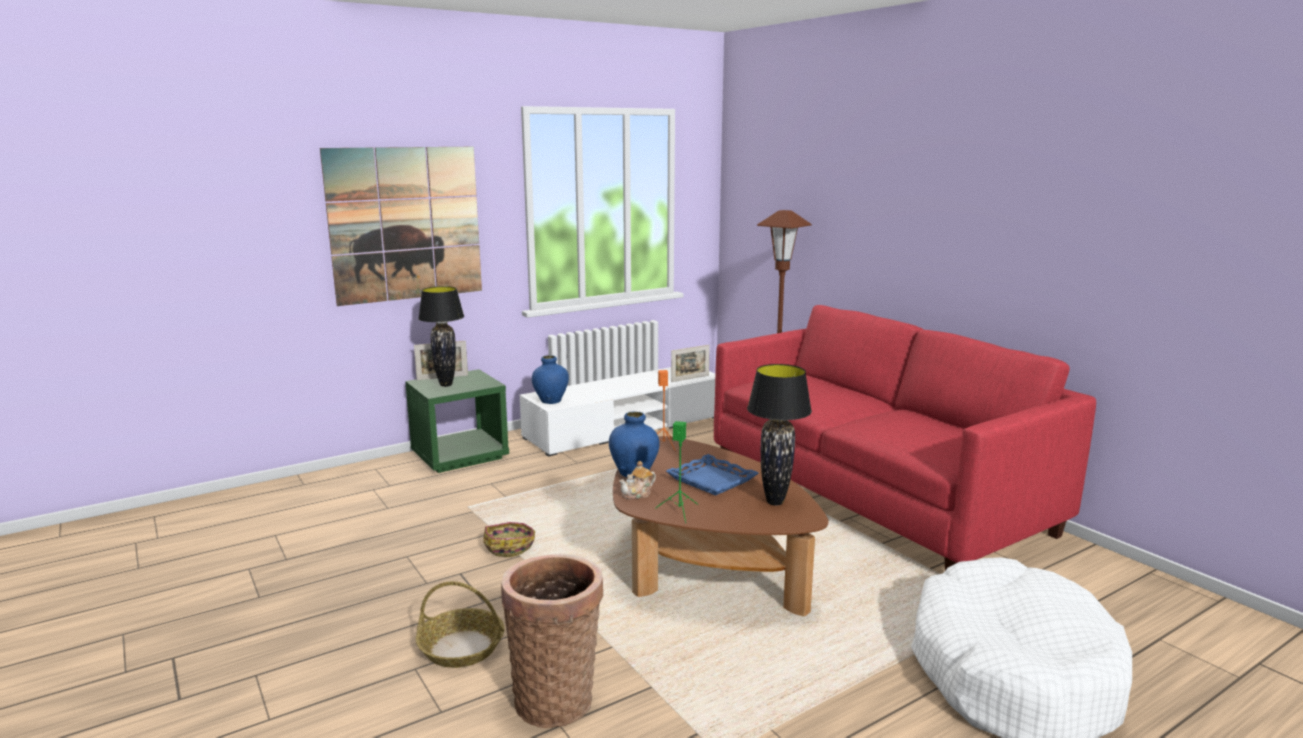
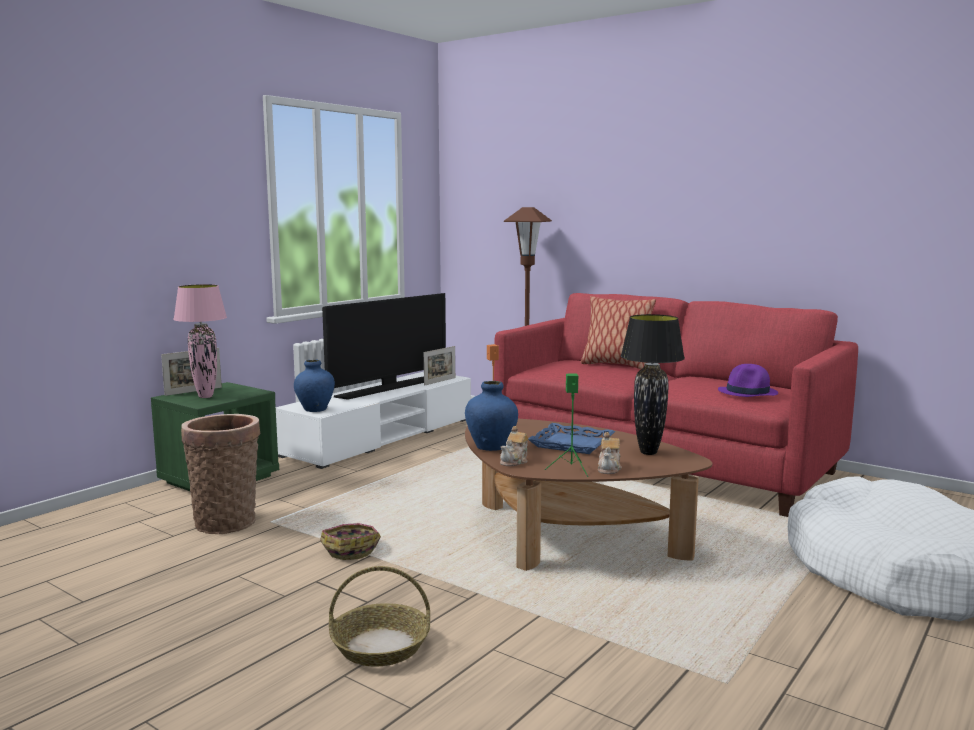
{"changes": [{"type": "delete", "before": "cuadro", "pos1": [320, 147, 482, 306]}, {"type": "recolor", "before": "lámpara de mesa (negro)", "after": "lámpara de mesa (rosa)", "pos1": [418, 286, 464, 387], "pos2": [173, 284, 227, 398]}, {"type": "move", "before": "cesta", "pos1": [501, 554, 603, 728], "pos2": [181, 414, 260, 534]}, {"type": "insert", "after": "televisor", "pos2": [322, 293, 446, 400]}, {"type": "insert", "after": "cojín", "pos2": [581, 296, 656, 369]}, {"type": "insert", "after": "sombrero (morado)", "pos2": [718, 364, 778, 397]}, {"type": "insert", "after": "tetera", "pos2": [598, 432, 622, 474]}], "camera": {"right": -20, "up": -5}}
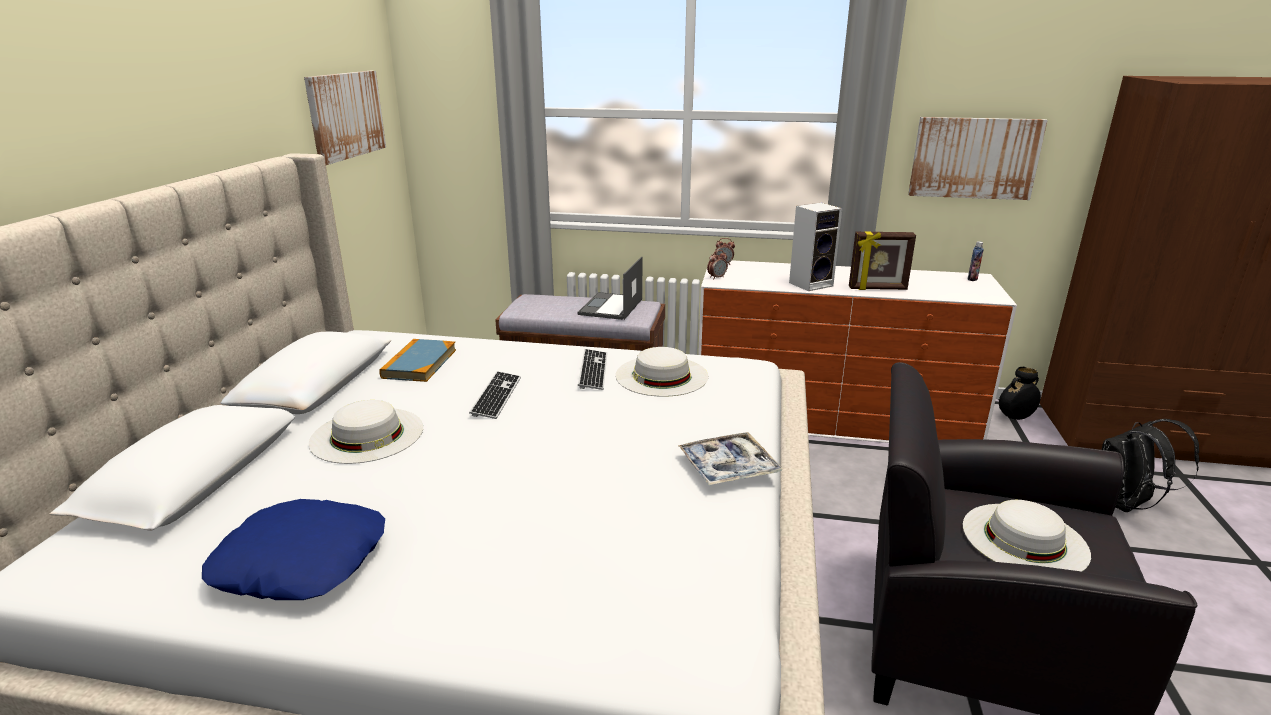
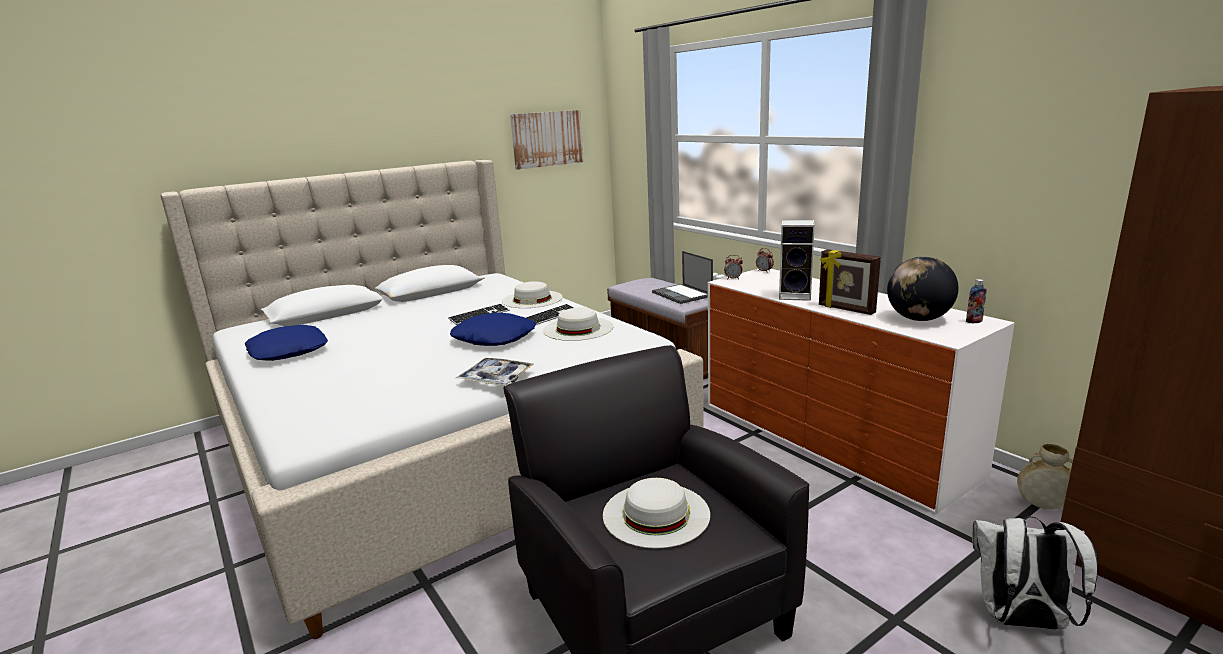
{"changes": [{"type": "delete", "before": "cuadro", "pos1": [908, 117, 1048, 200]}, {"type": "rotate", "before": "portátil", "pos1": [578, 256, 642, 320], "pos2": [652, 251, 713, 304], "turn": -90}, {"type": "delete", "before": "libro", "pos1": [379, 339, 456, 382]}, {"type": "recolor", "before": "florero (negro)", "after": "florero (beis)", "pos1": [999, 367, 1041, 420], "pos2": [1017, 444, 1073, 509]}, {"type": "move", "before": "sombrero (blanco)", "pos1": [309, 400, 423, 464], "pos2": [502, 281, 563, 308]}, {"type": "recolor", "before": "mochila (negro)", "after": "mochila (blanco)", "pos1": [1101, 419, 1199, 512], "pos2": [972, 516, 1098, 630]}, {"type": "insert", "after": "globo terráqueo", "pos2": [887, 257, 958, 321]}, {"type": "insert", "after": "cojín (azul)", "pos2": [450, 313, 536, 346]}], "camera": {"right": 45, "up": -5}}
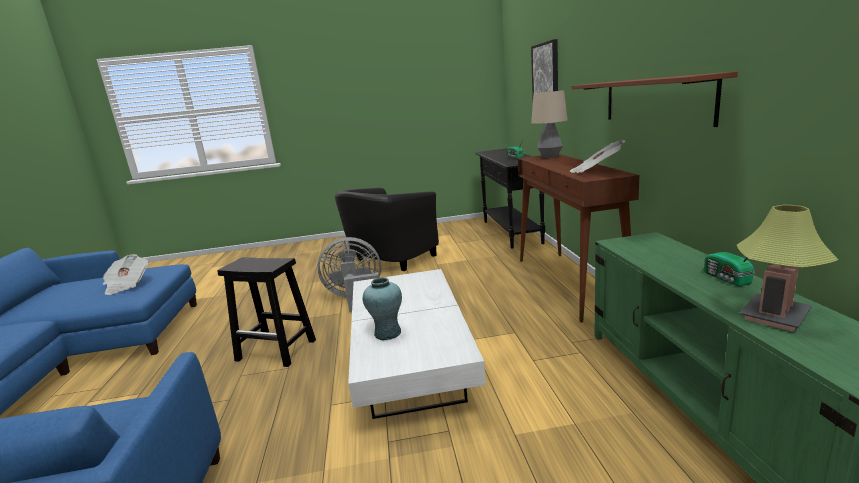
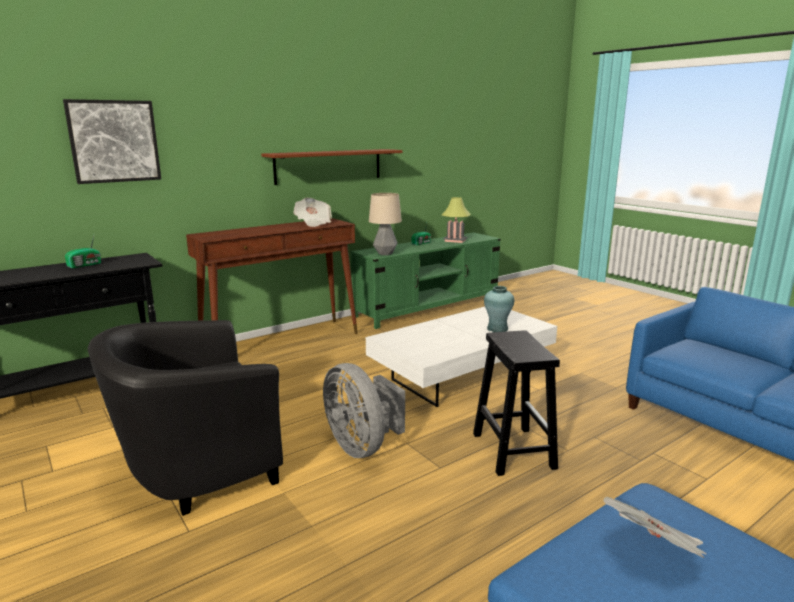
{"changes": [{"type": "move", "before": "lámpara de mesa", "pos1": [531, 90, 568, 158], "pos2": [369, 193, 402, 255]}, {"type": "rotate", "before": "sillón (negro)", "pos1": [335, 187, 439, 271], "pos2": [88, 320, 283, 516], "turn": 135}], "camera": {"right": -120, "up": 0}}
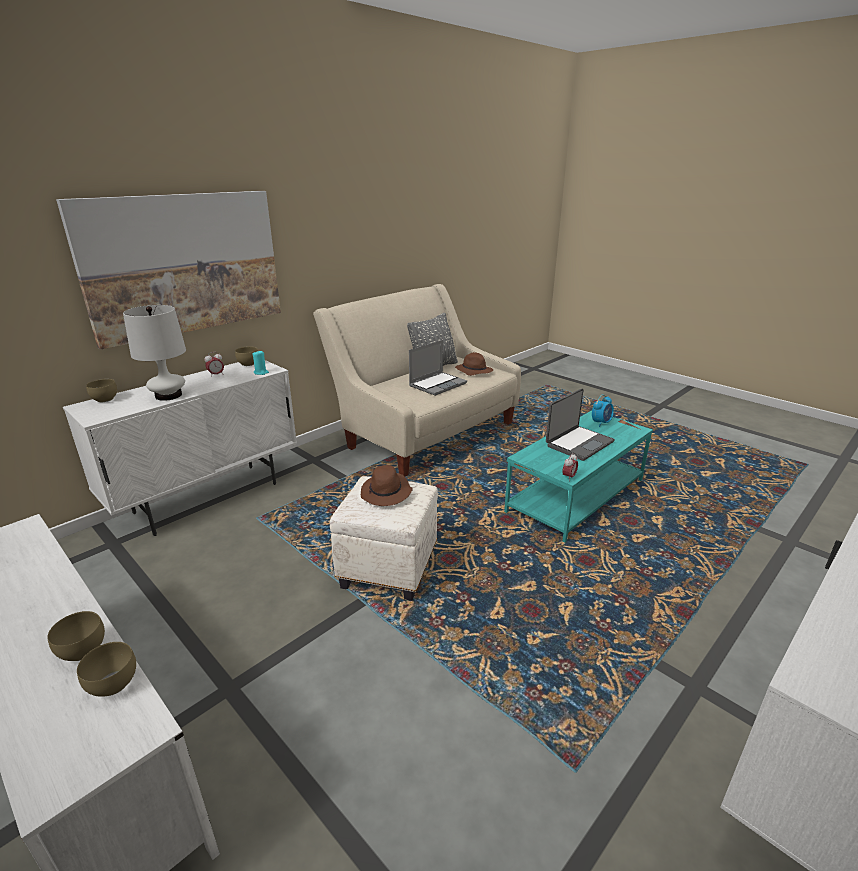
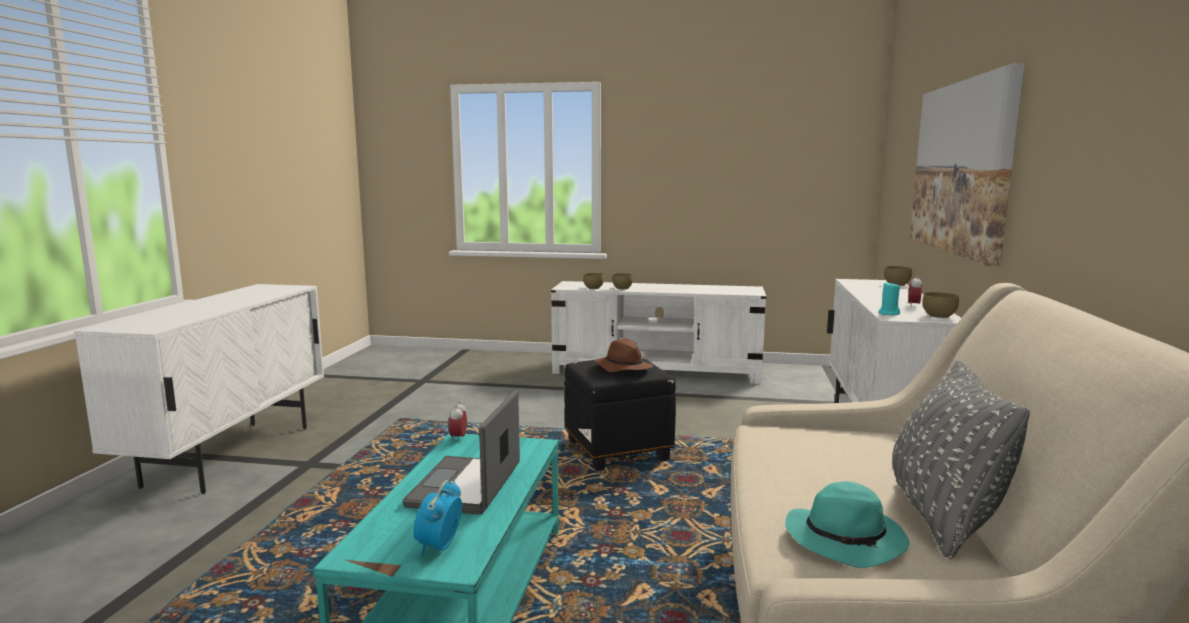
{"changes": [{"type": "delete", "before": "lámpara de mesa (blanco)", "pos1": [123, 305, 186, 401]}, {"type": "delete", "before": "portátil", "pos1": [409, 340, 467, 396]}, {"type": "recolor", "before": "sombrero (marrón)", "after": "sombrero (turquesa)", "pos1": [455, 352, 493, 376], "pos2": [785, 481, 910, 568]}, {"type": "recolor", "before": "puf (blanco)", "after": "puf (negro)", "pos1": [330, 476, 438, 601], "pos2": [564, 357, 676, 471]}], "camera": {"right": 145, "up": -15}}
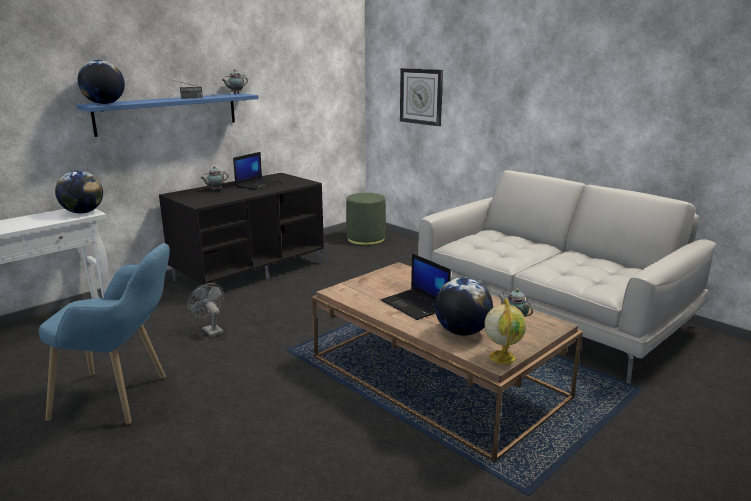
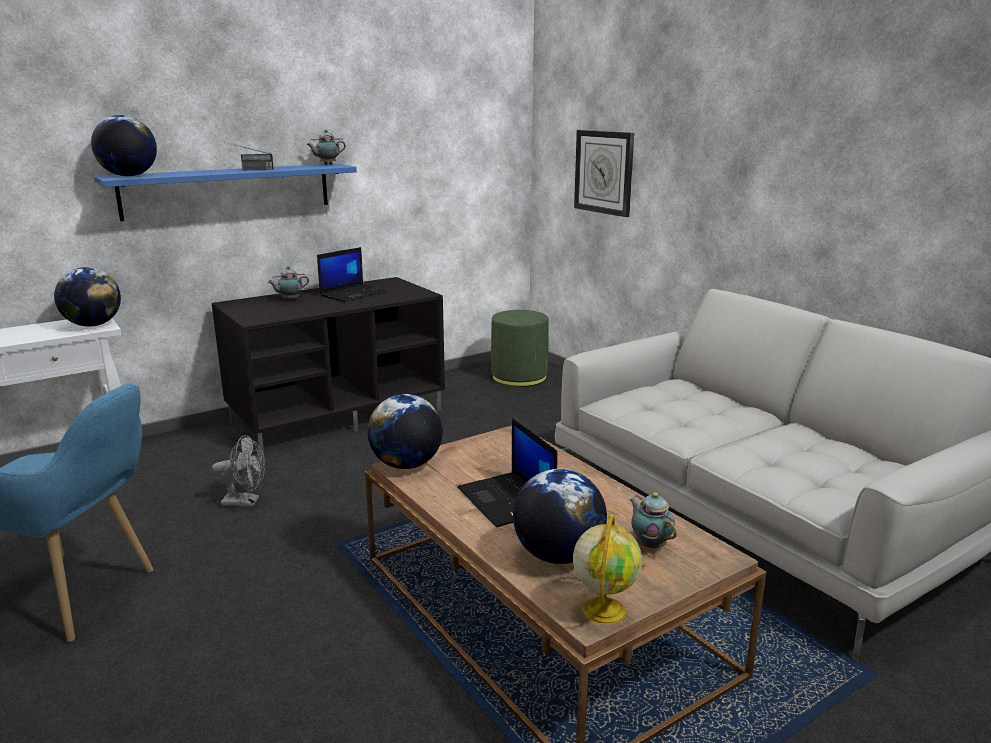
{"changes": [{"type": "rotate", "before": "ventilador (gris)", "pos1": [187, 283, 225, 337], "pos2": [212, 435, 265, 507], "turn": 120}, {"type": "insert", "after": "globo terráqueo", "pos2": [367, 394, 443, 469]}], "camera": {"right": 10, "up": 0}}
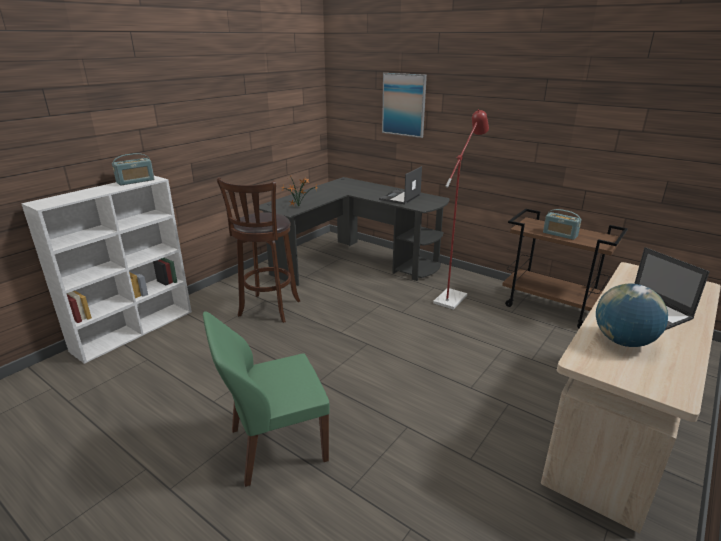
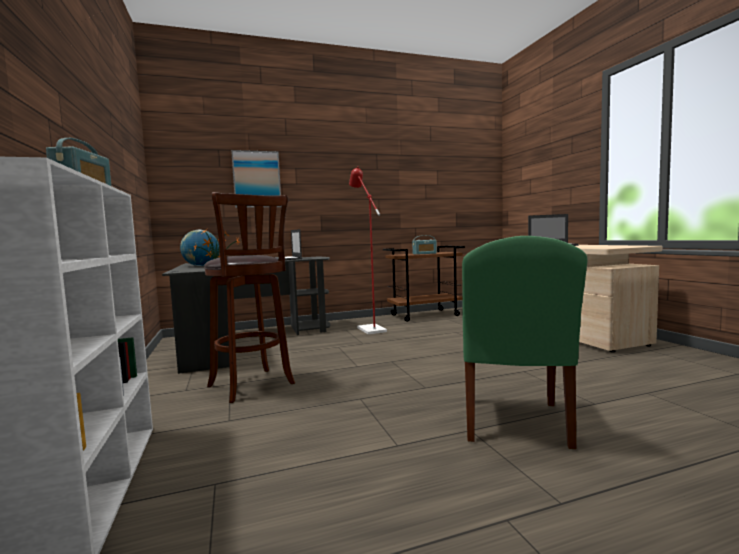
{"changes": [{"type": "move", "before": "globo terráqueo", "pos1": [596, 284, 668, 347], "pos2": [180, 230, 219, 266]}], "camera": {"right": -55, "up": -20}}
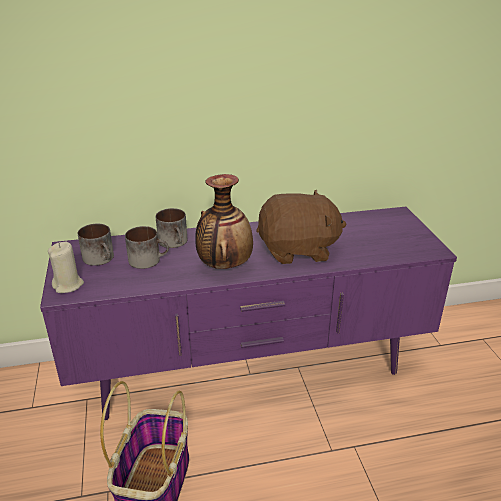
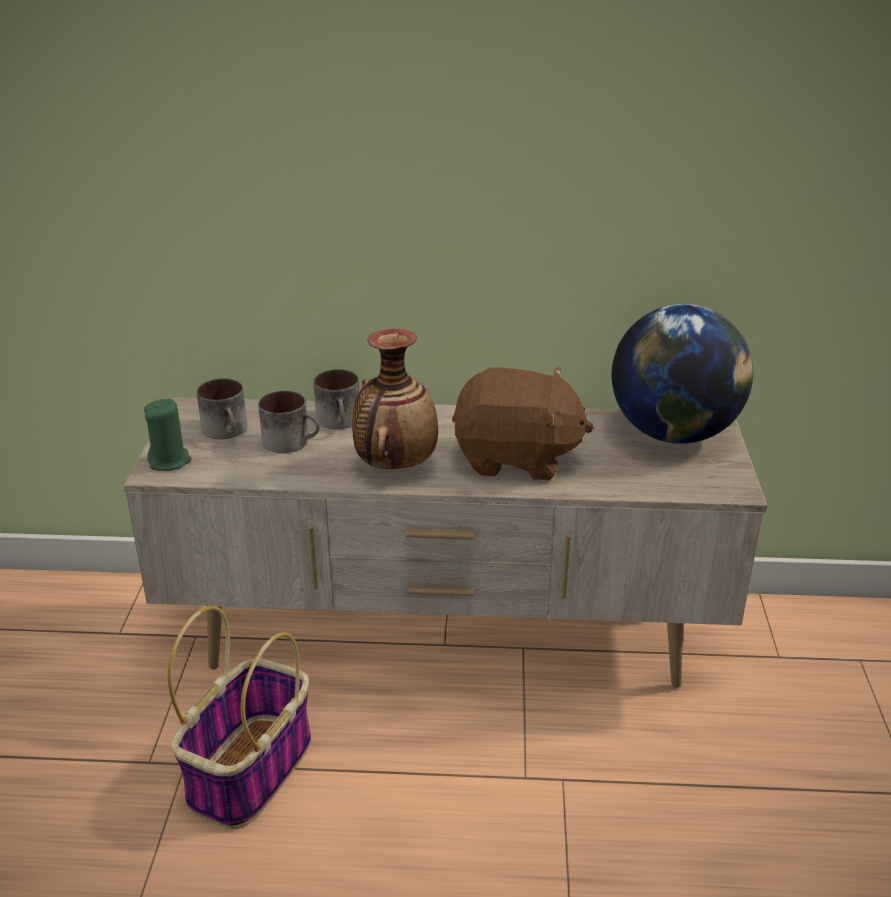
{"changes": [{"type": "recolor", "before": "mueble de televisión (morado)", "after": "mueble de televisión (beis)", "pos1": [40, 207, 457, 420], "pos2": [123, 397, 767, 688]}, {"type": "recolor", "before": "vela (beis)", "after": "vela (verde)", "pos1": [48, 242, 84, 293], "pos2": [144, 399, 191, 471]}, {"type": "insert", "after": "globo terráqueo", "pos2": [612, 304, 753, 444]}], "camera": {"right": 15, "up": 0}}
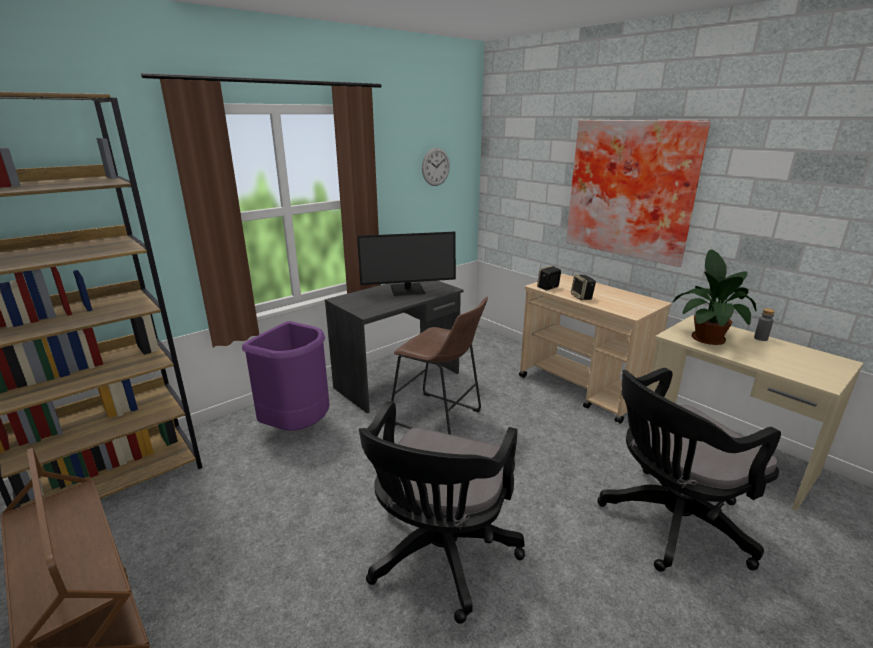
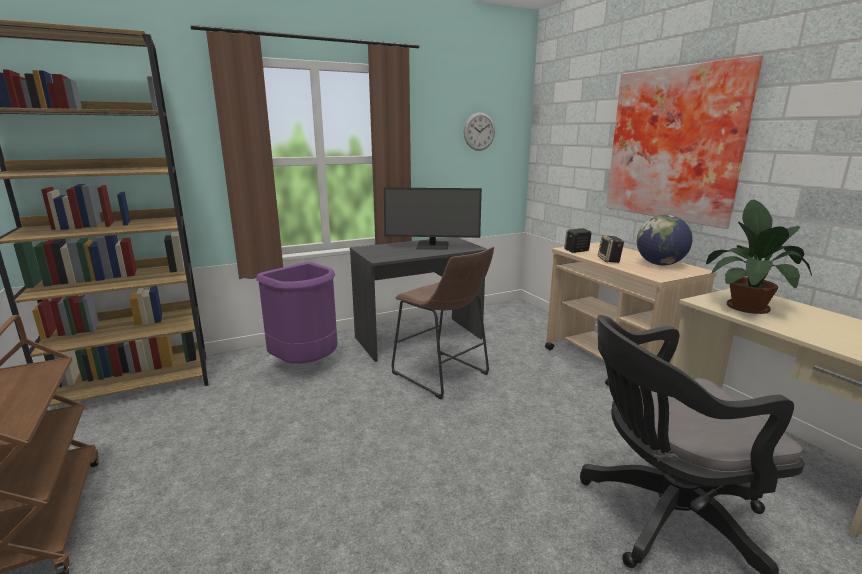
{"changes": [{"type": "delete", "before": "botella (gris)", "pos1": [754, 308, 775, 341]}, {"type": "delete", "before": "silla de oficina (negro)", "pos1": [359, 401, 525, 624]}, {"type": "insert", "after": "globo terráqueo", "pos2": [637, 215, 693, 265]}], "camera": {"right": 15, "up": -5}}
